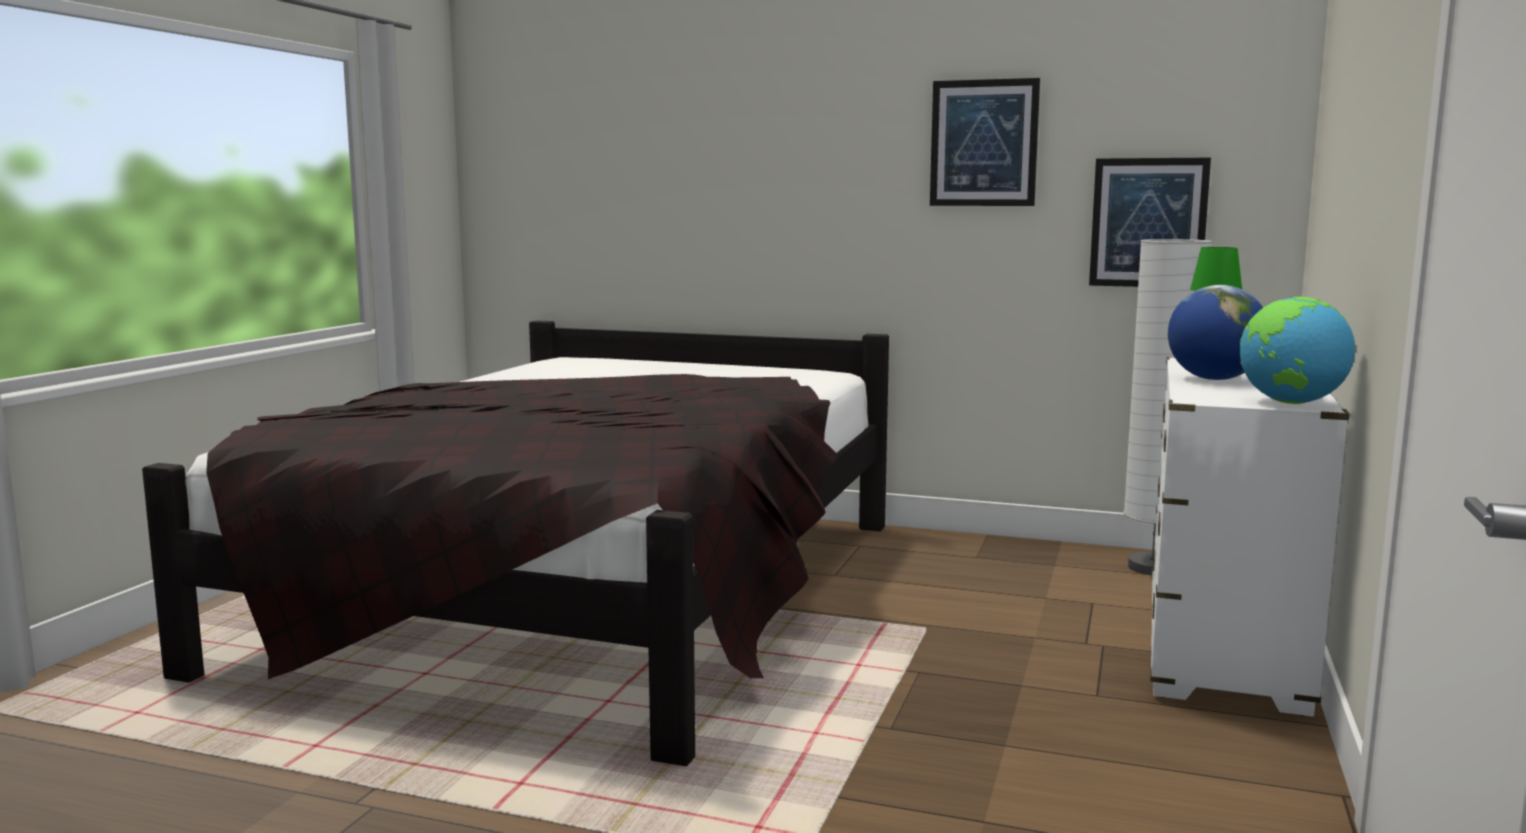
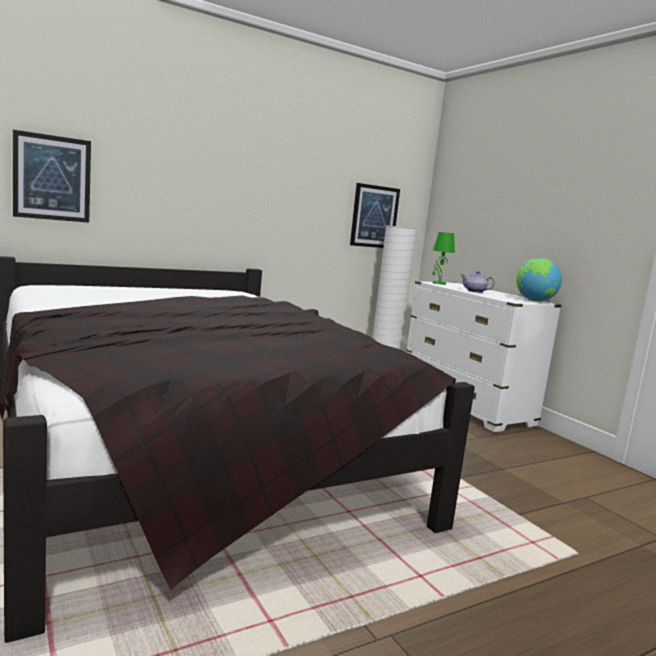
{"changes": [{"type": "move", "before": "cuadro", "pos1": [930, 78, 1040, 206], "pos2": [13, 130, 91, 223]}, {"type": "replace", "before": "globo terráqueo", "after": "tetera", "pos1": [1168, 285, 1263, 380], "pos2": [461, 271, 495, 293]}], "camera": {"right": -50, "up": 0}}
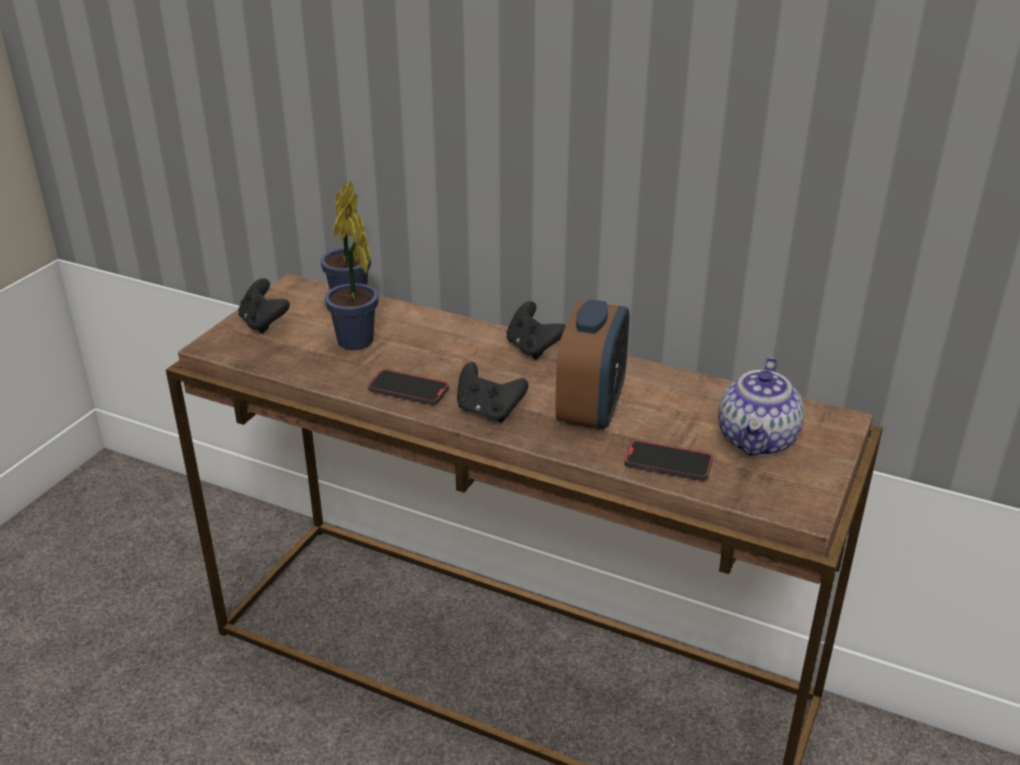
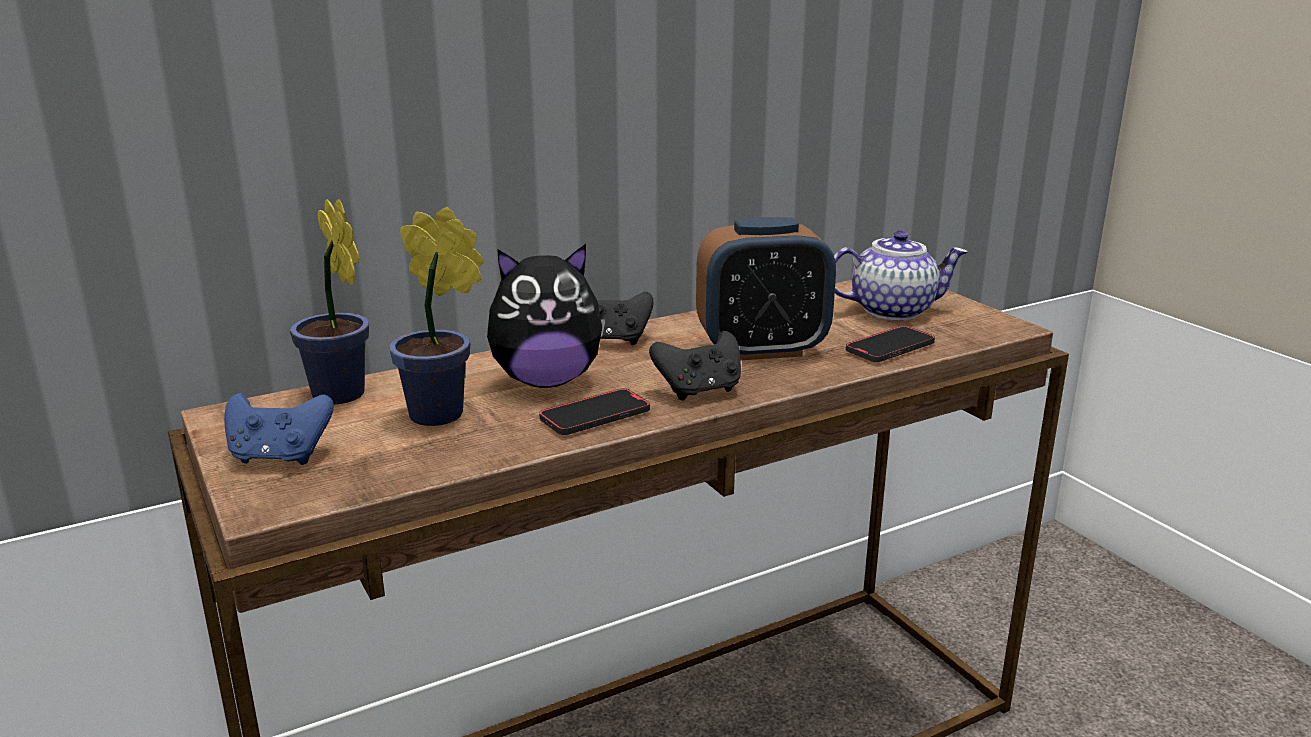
{"changes": [{"type": "recolor", "before": "mando de consola (negro)", "after": "mando de consola (azul)", "pos1": [238, 278, 290, 334], "pos2": [224, 393, 334, 465]}, {"type": "rotate", "before": "despertador", "pos1": [555, 299, 629, 430], "pos2": [696, 217, 836, 360], "turn": 120}, {"type": "rotate", "before": "tetera", "pos1": [718, 357, 804, 456], "pos2": [834, 230, 968, 321], "turn": -60}, {"type": "insert", "after": "peluche", "pos2": [487, 244, 606, 388]}], "camera": {"right": -55, "up": -10}}
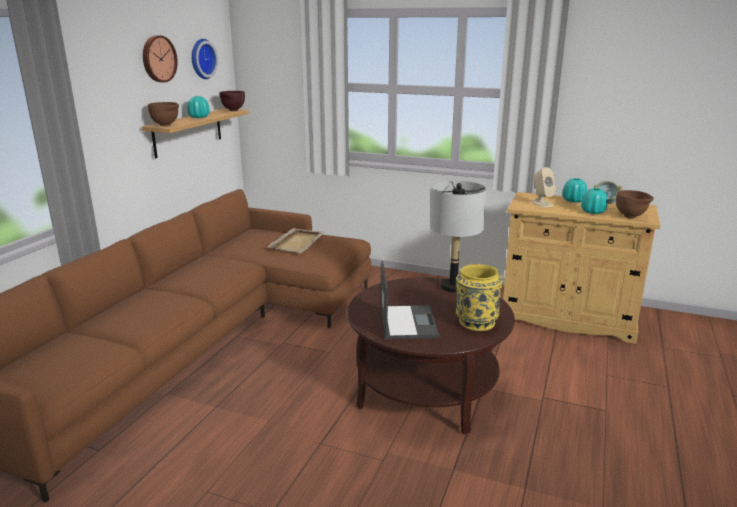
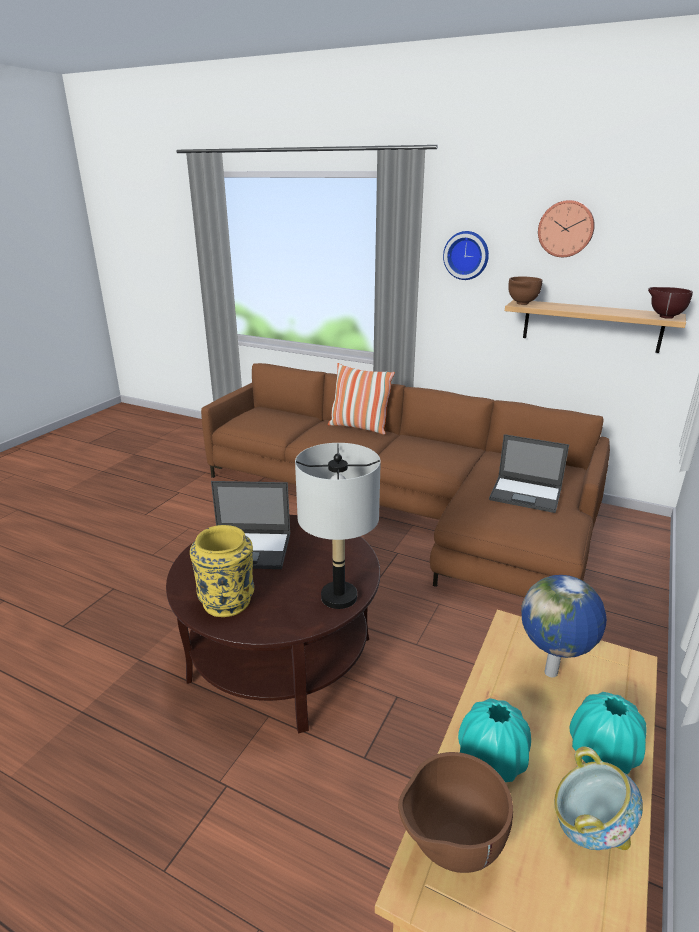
{"changes": [{"type": "move", "before": "reloj de pared", "pos1": [191, 39, 218, 79], "pos2": [443, 231, 489, 280]}, {"type": "delete", "before": "florero (turquesa)", "pos1": [188, 96, 210, 118]}, {"type": "replace", "before": "altavoz (beis)", "after": "globo terráqueo", "pos1": [531, 167, 556, 207], "pos2": [521, 575, 607, 677]}, {"type": "replace", "before": "bandeja (beis)", "after": "portátil", "pos1": [267, 228, 324, 253], "pos2": [489, 434, 569, 513]}, {"type": "insert", "after": "cojín", "pos2": [328, 363, 395, 435]}], "camera": {"right": 95, "up": 5}}
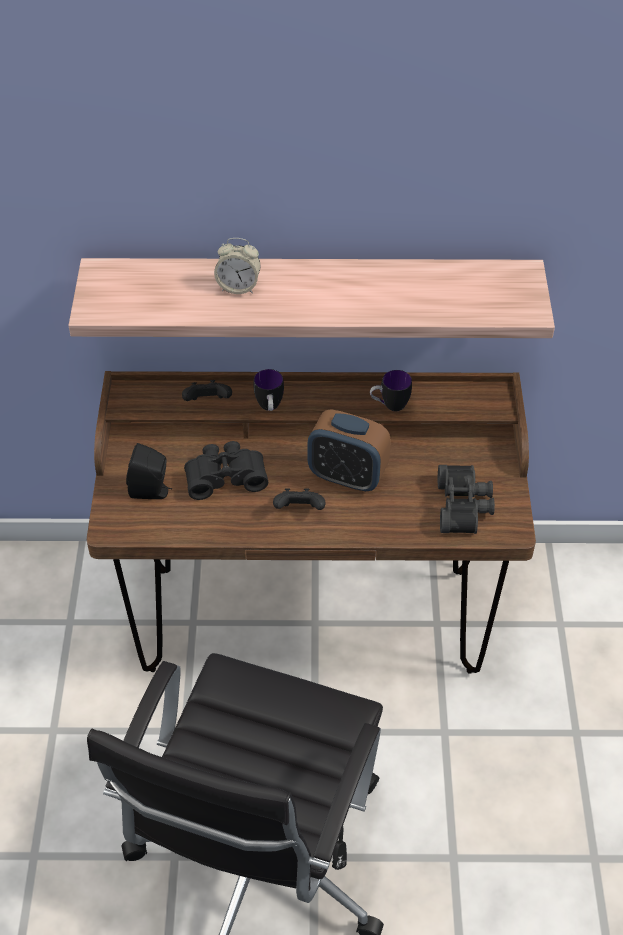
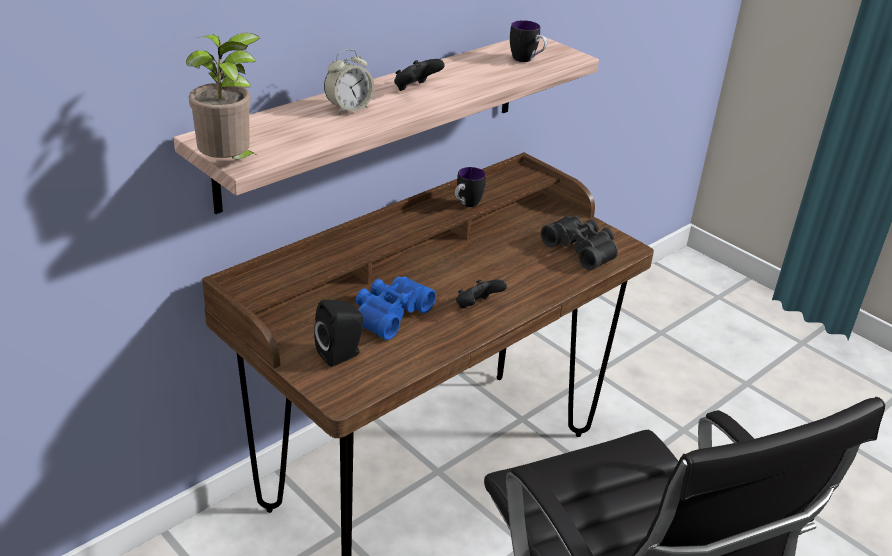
{"changes": [{"type": "move", "before": "taza grande", "pos1": [254, 369, 284, 411], "pos2": [510, 20, 547, 62]}, {"type": "move", "before": "mando de consola (negro)", "pos1": [182, 380, 232, 401], "pos2": [394, 59, 445, 91]}, {"type": "delete", "before": "despertador", "pos1": [307, 409, 391, 492]}, {"type": "recolor", "before": "prismáticos (negro)", "after": "prismáticos (azul)", "pos1": [184, 441, 268, 500], "pos2": [356, 276, 436, 340]}, {"type": "insert", "after": "planta en maceta", "pos2": [186, 33, 260, 159]}], "camera": {"right": -45, "up": -15}}
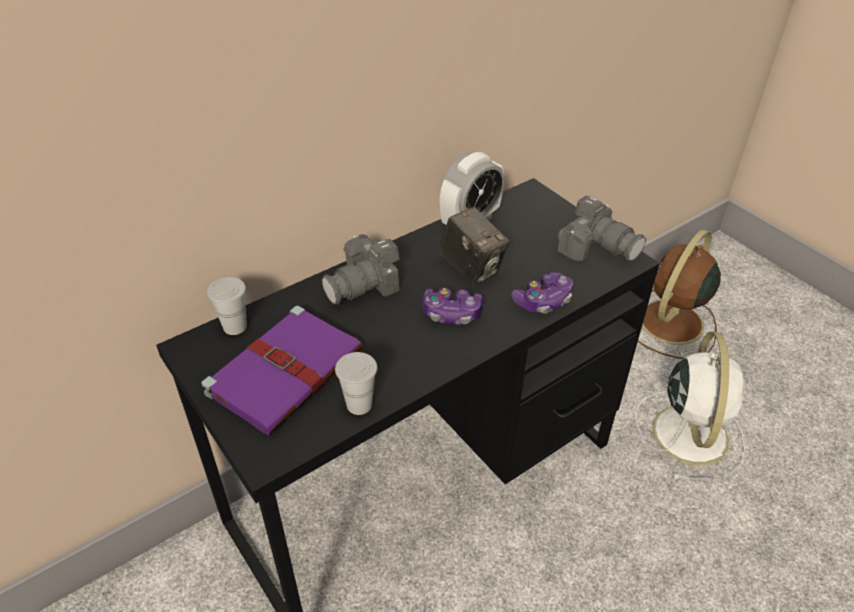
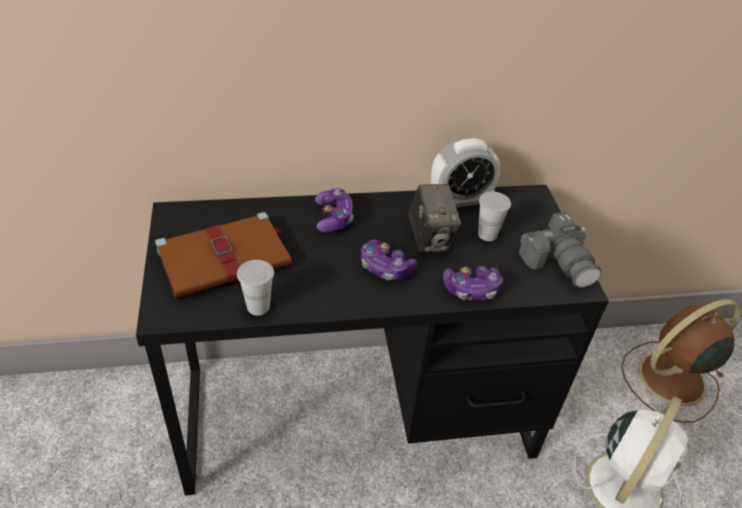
{"changes": [{"type": "replace", "before": "cámara", "after": "mando de consola", "pos1": [322, 234, 400, 305], "pos2": [315, 188, 354, 232]}, {"type": "move", "before": "taza (blanco)", "pos1": [207, 277, 247, 335], "pos2": [478, 192, 511, 241]}, {"type": "recolor", "before": "libro (morado)", "after": "libro (marrón)", "pos1": [202, 306, 363, 435], "pos2": [155, 212, 292, 300]}], "camera": {"right": 25, "up": 0}}
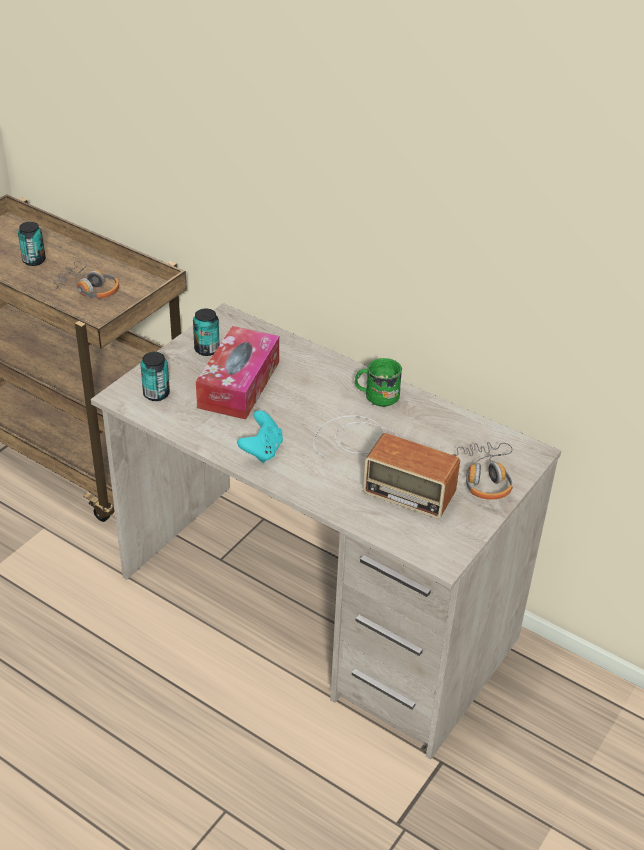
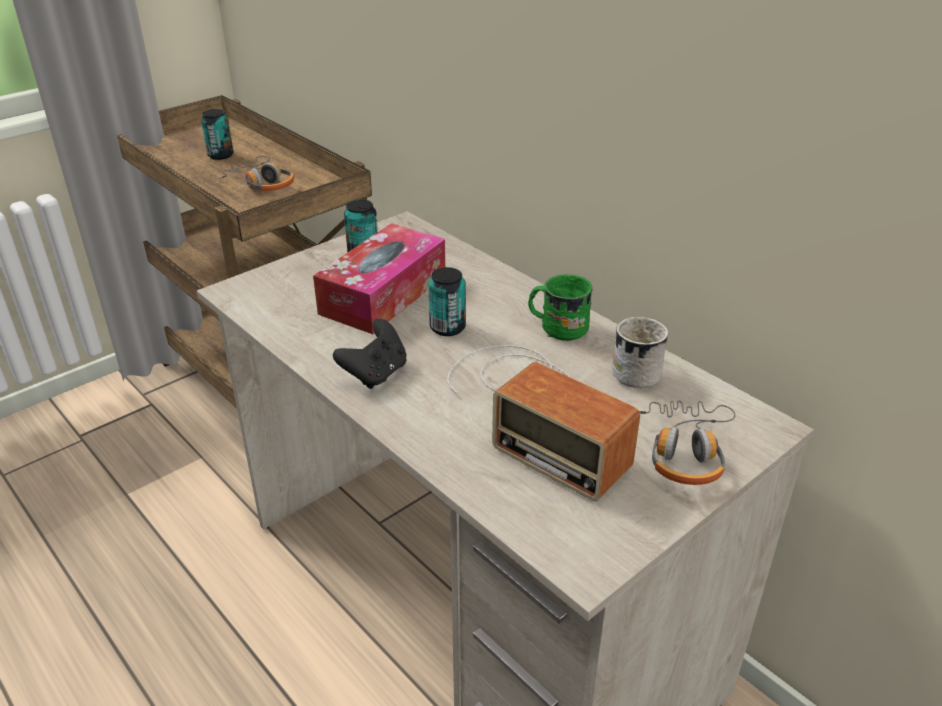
{"changes": [{"type": "move", "before": "lata", "pos1": [140, 352, 170, 401], "pos2": [428, 267, 466, 336]}, {"type": "recolor", "before": "mando de consola (turquesa)", "after": "mando de consola (negro)", "pos1": [237, 410, 283, 463], "pos2": [333, 319, 407, 389]}, {"type": "insert", "after": "taza grande (blanco)", "pos2": [612, 317, 668, 388]}], "camera": {"right": 15, "up": -5}}
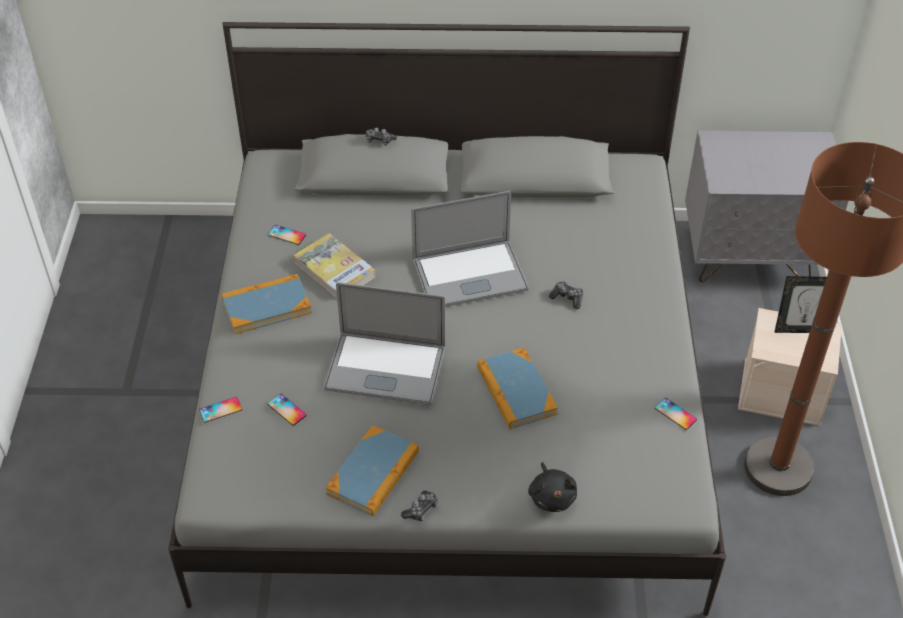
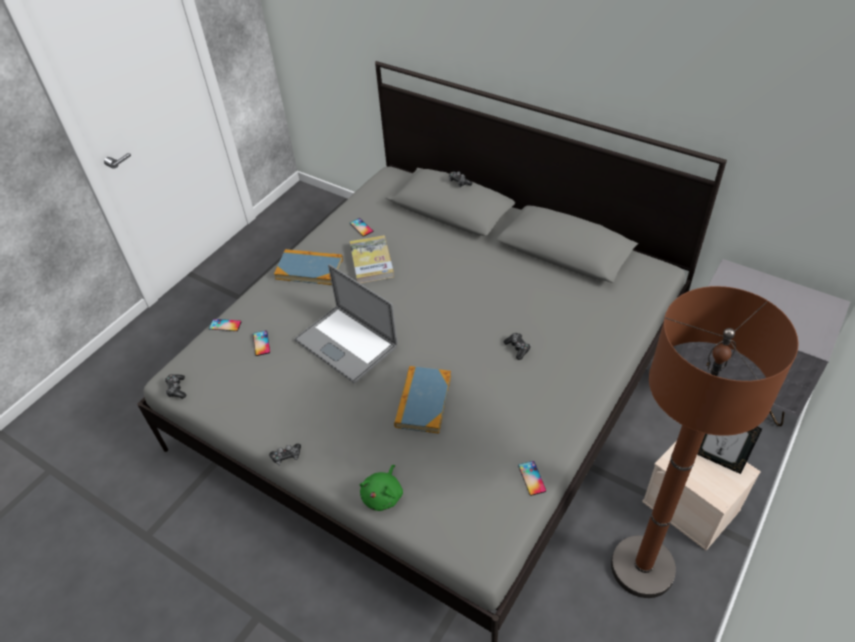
{"changes": [{"type": "delete", "before": "portátil", "pos1": [411, 191, 529, 307]}, {"type": "delete", "before": "libro", "pos1": [325, 425, 419, 517]}, {"type": "recolor", "before": "peluche (negro)", "after": "peluche (verde)", "pos1": [528, 462, 577, 512], "pos2": [360, 465, 403, 511]}, {"type": "insert", "after": "mando de consola", "pos2": [165, 374, 186, 399]}], "camera": {"right": 35, "up": 0}}
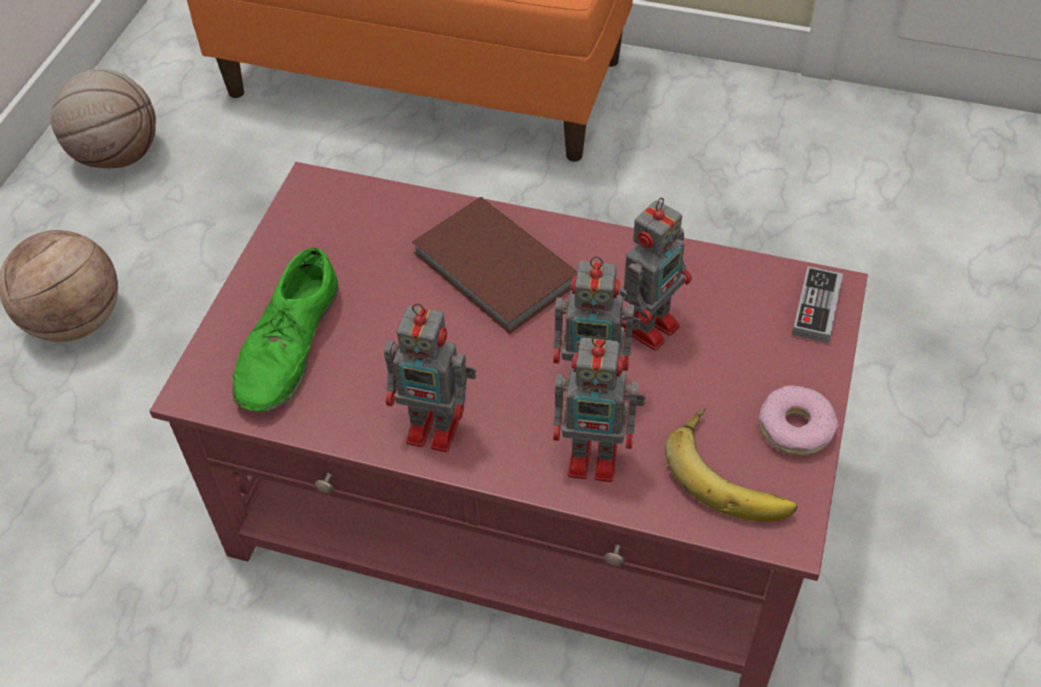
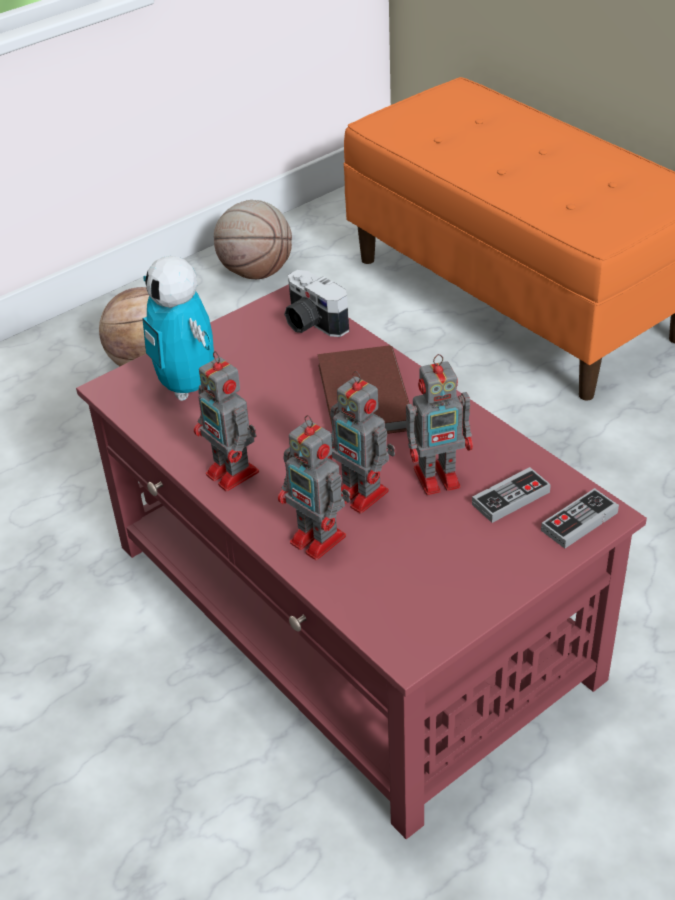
{"changes": [{"type": "replace", "before": "zapato (verde)", "after": "robot de juguete", "pos1": [232, 247, 338, 412], "pos2": [143, 256, 214, 401]}, {"type": "delete", "before": "rosquilla", "pos1": [759, 385, 838, 456]}, {"type": "delete", "before": "plátano", "pos1": [665, 409, 797, 522]}, {"type": "insert", "after": "cámara", "pos2": [284, 270, 349, 337]}, {"type": "insert", "after": "mando de consola", "pos2": [472, 467, 551, 523]}], "camera": {"right": 35, "up": -10}}
